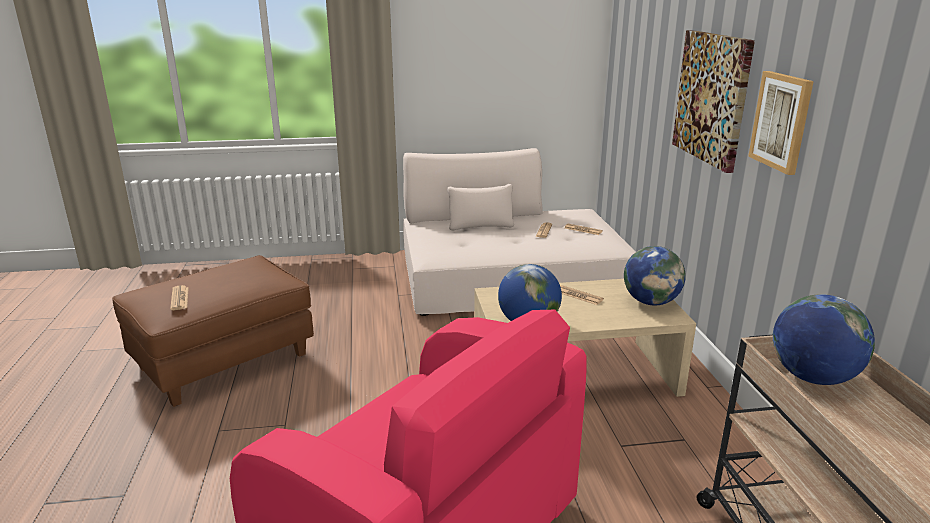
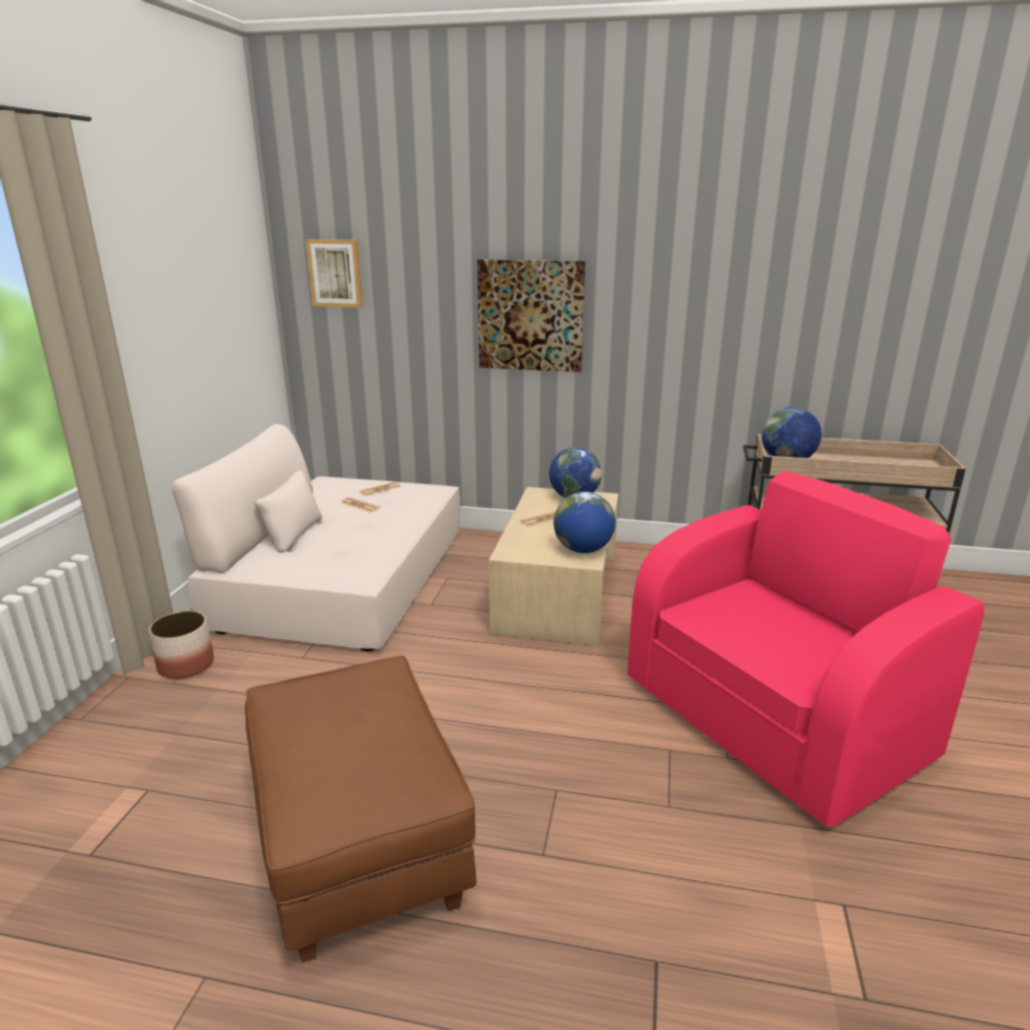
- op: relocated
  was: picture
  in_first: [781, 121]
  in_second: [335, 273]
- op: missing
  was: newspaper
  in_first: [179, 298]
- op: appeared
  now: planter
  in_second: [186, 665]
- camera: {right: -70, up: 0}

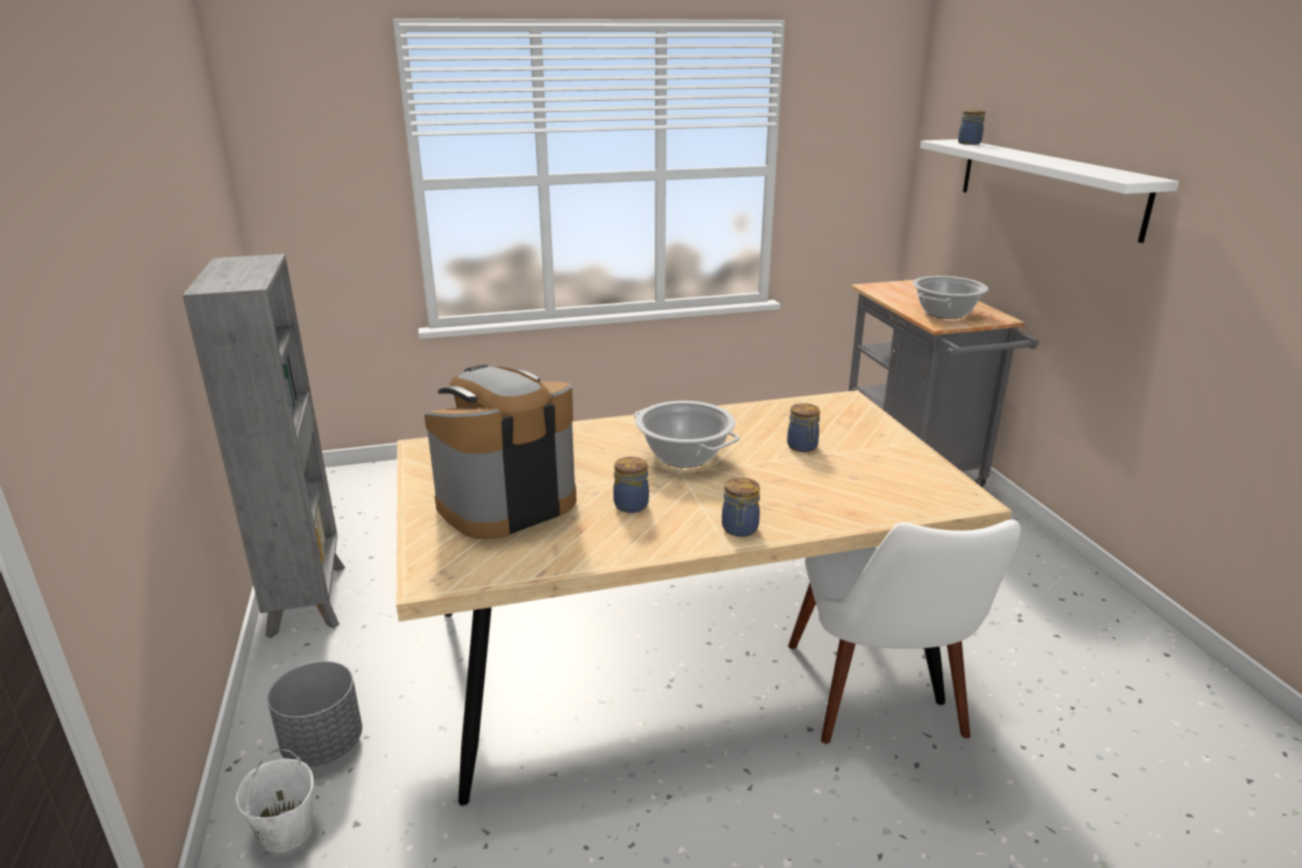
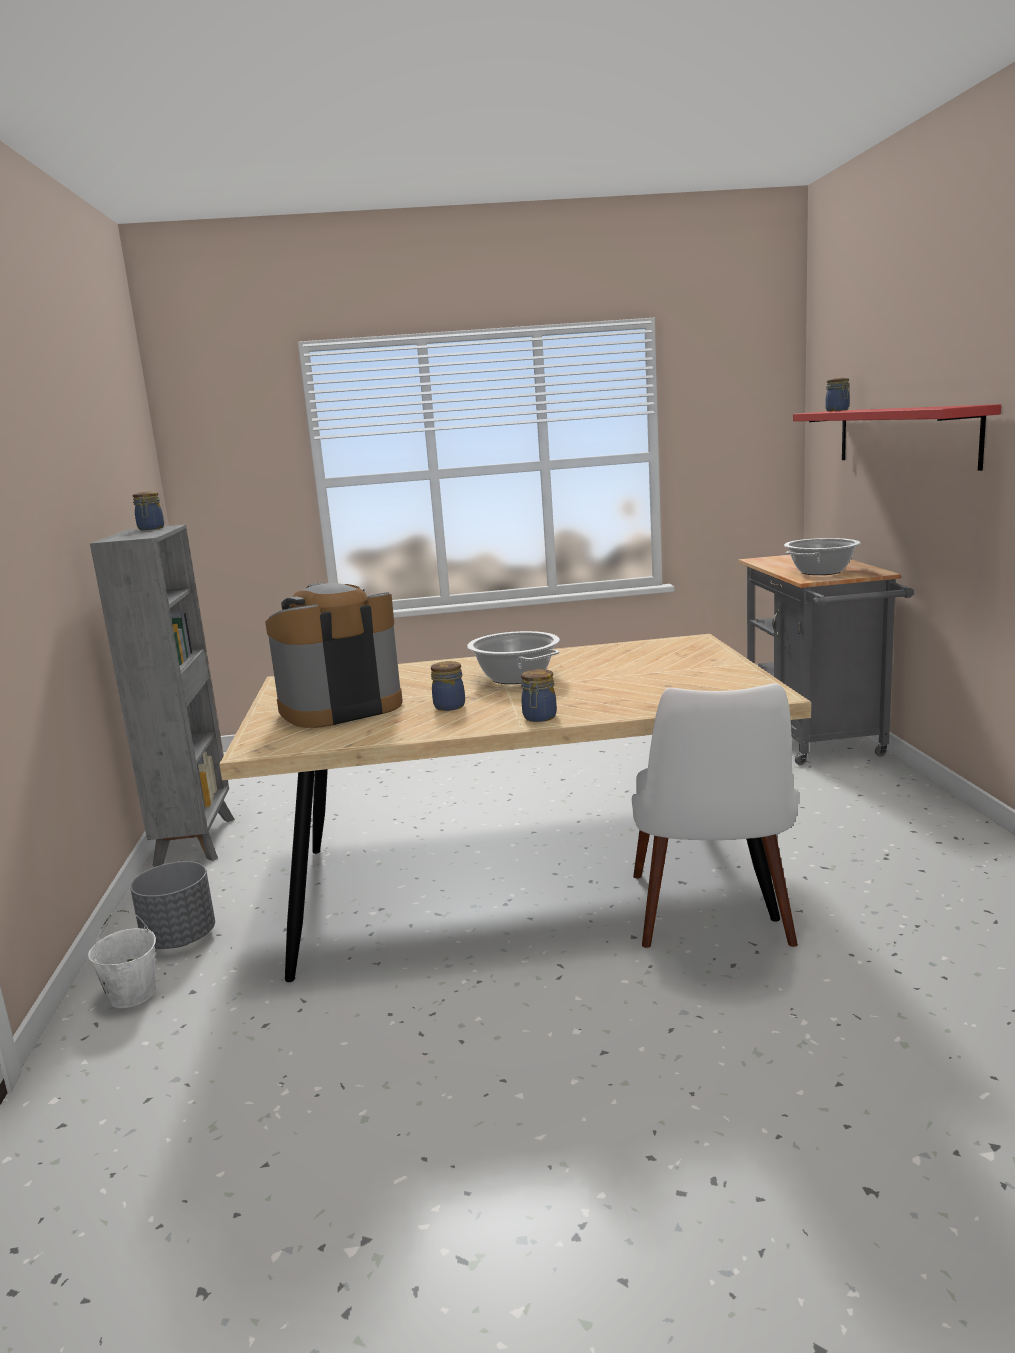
- op: colour
  was: shelf (white)
  now: shelf (red)
  in_first: [1047, 185]
  in_second: [904, 436]
- op: relocated
  was: jar
  in_first: [802, 447]
  in_second: [151, 529]
- camera: {right: 10, up: -10}

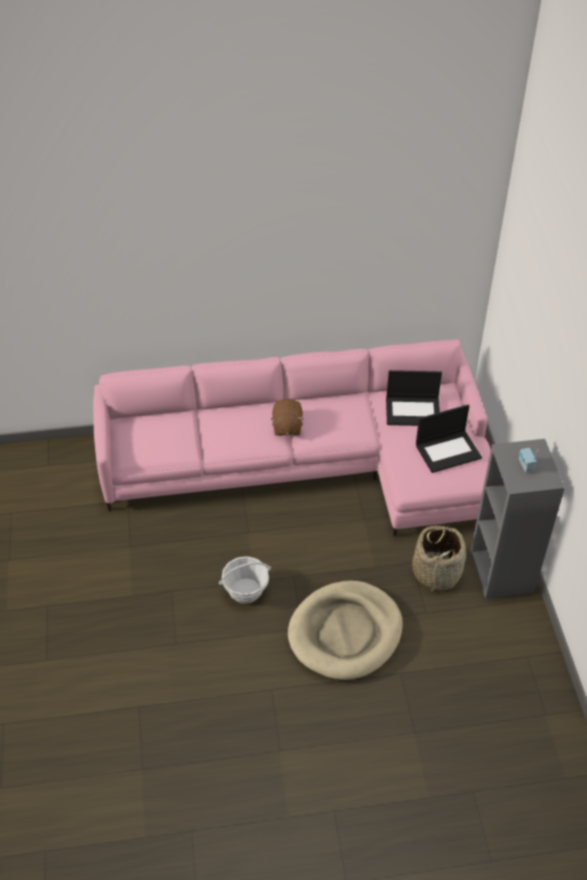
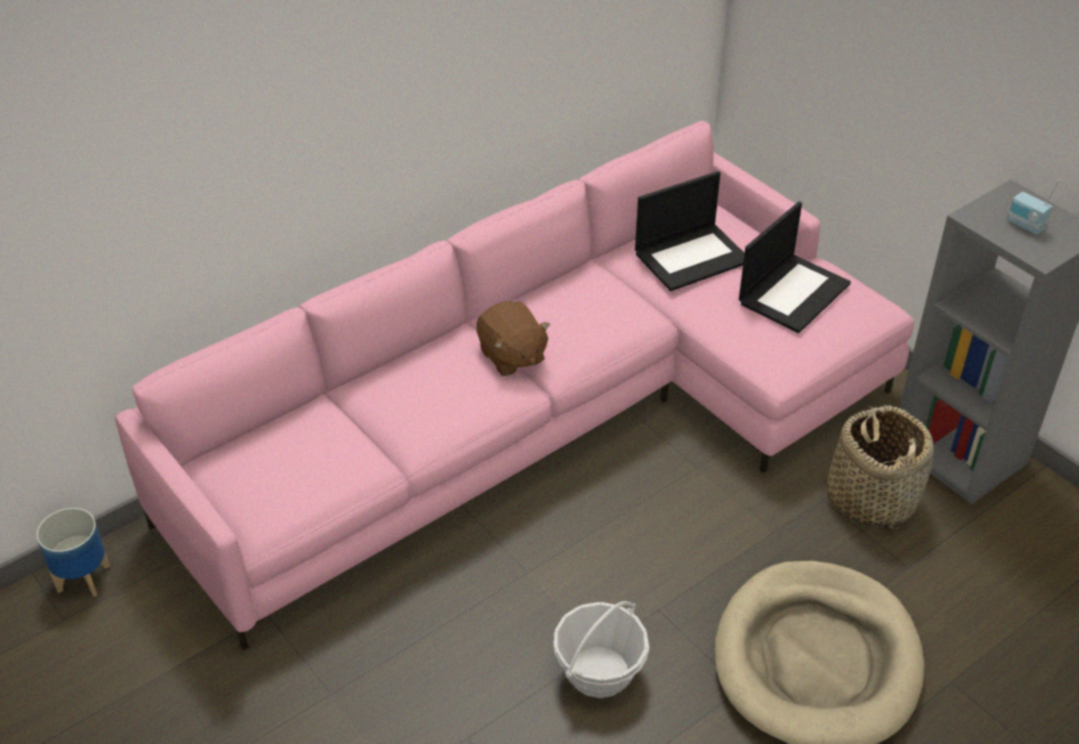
- op: appeared
  now: planter
  in_second: [84, 577]
- camera: {right: -30, up: -5}

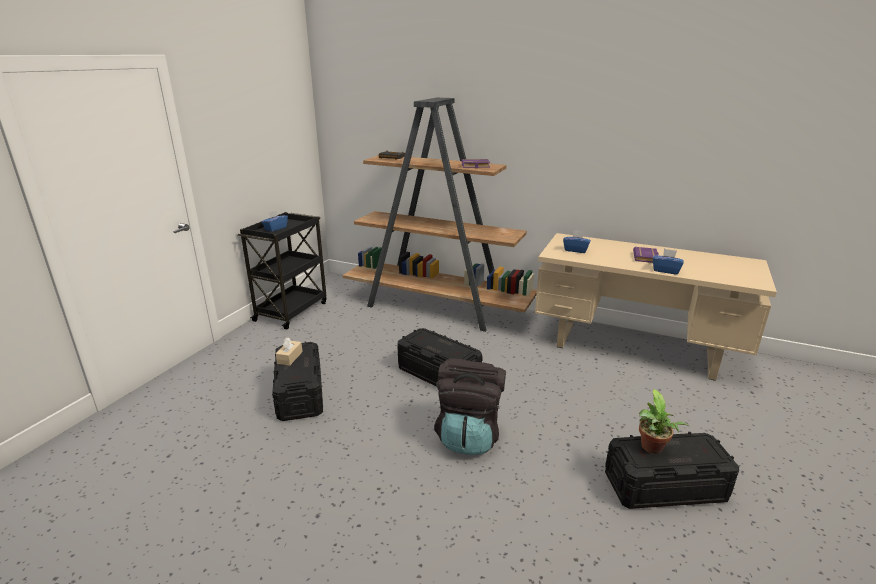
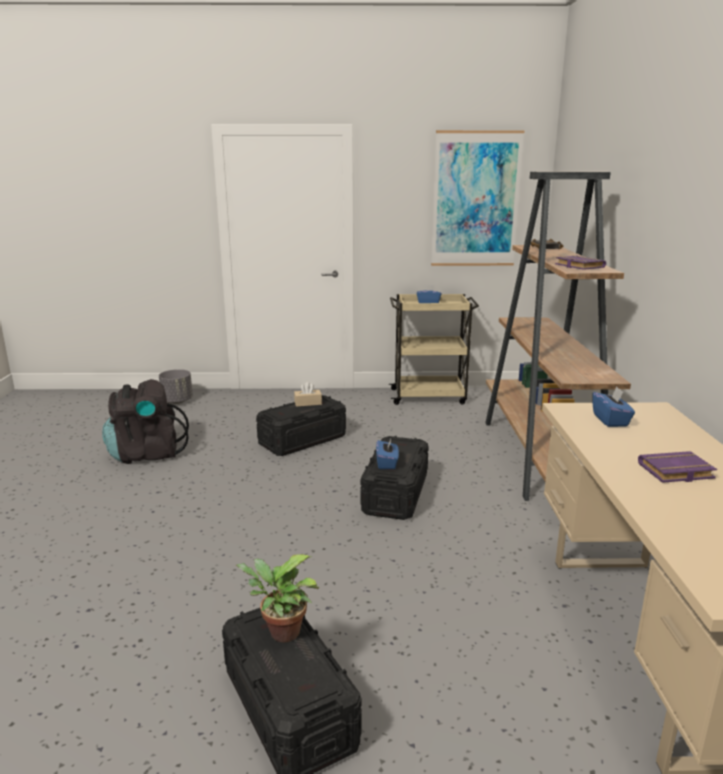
- op: colour
  was: cart (black)
  now: cart (beige)
  in_first: [292, 311]
  in_second: [429, 396]
- op: relocated
  was: tissue box (blue)
  in_first: [666, 270]
  in_second: [387, 463]
- op: relocated
  was: backpack (black)
  in_first: [469, 435]
  in_second: [147, 454]
- op: appeared
  now: picture
  in_second: [475, 200]
- op: appeared
  now: planter (grey)
  in_second: [177, 401]
- camera: {right: 65, up: -5}

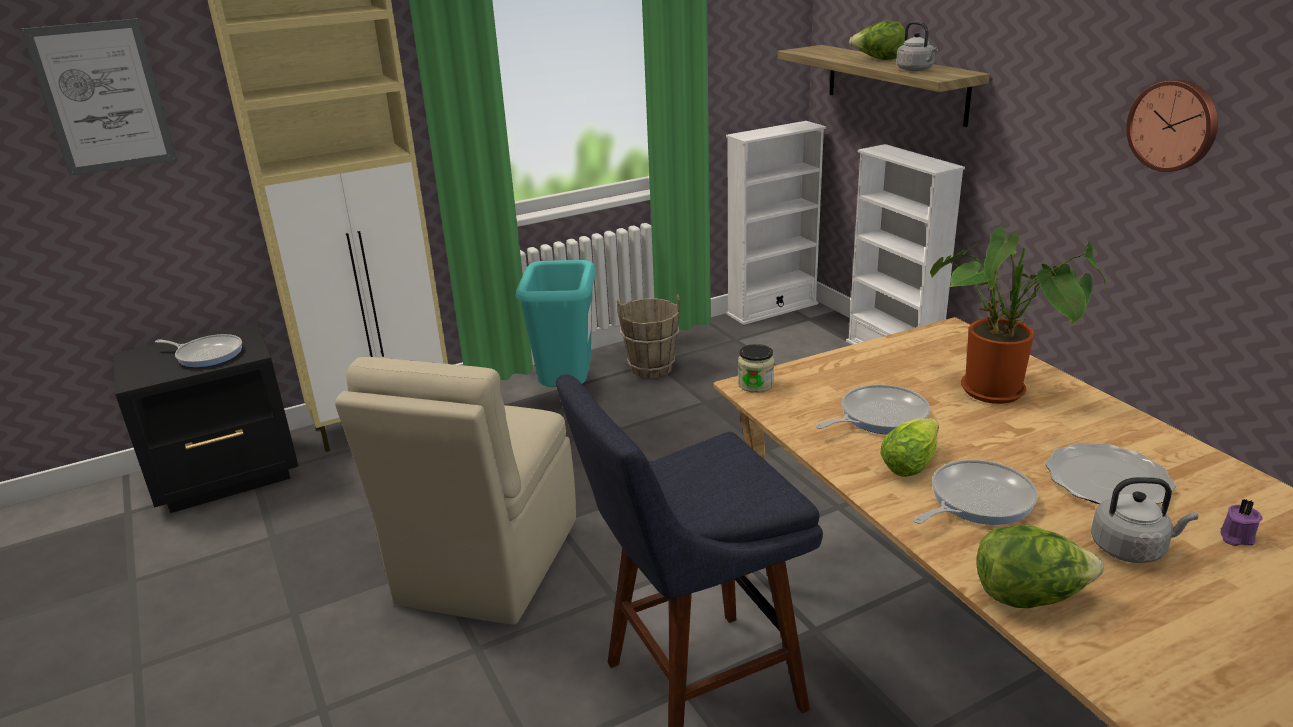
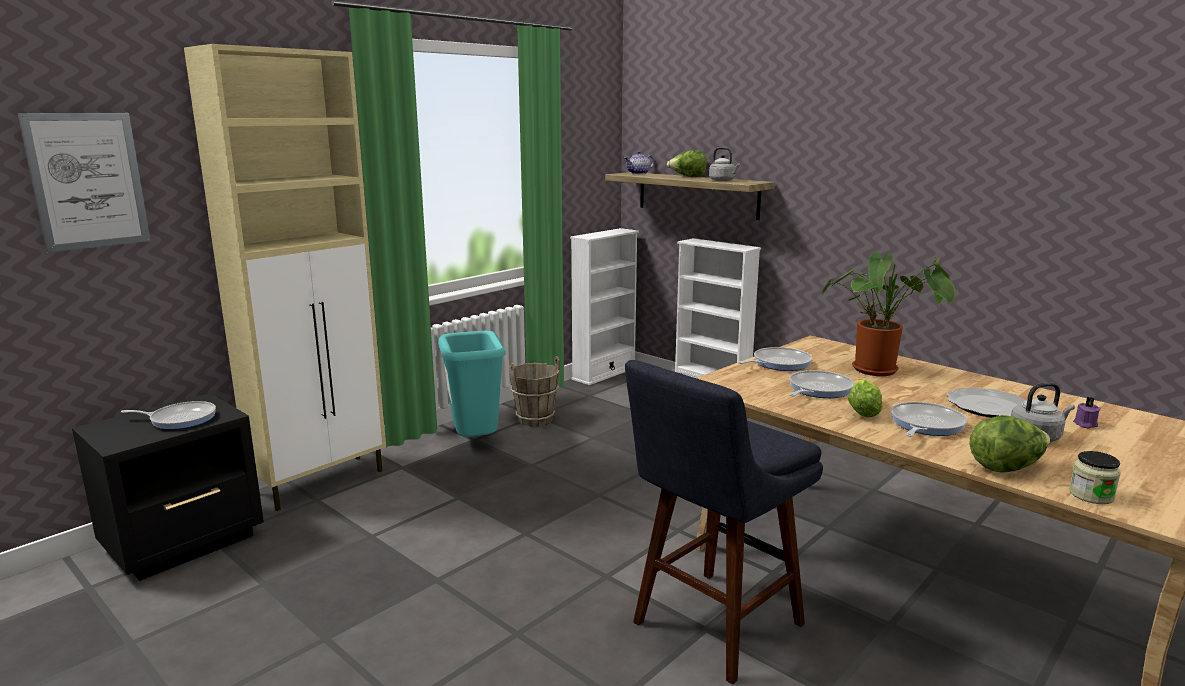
- op: missing
  was: wall clock
  in_first: [1174, 125]
- op: relocated
  was: jar
  in_first: [755, 384]
  in_second: [1091, 495]
- op: missing
  was: chair (beige)
  in_first: [486, 564]
- op: appeared
  now: teapot
  in_second: [639, 173]
- op: appeared
  now: frying pan
  in_second: [778, 363]
- camera: {right: -20, up: -10}

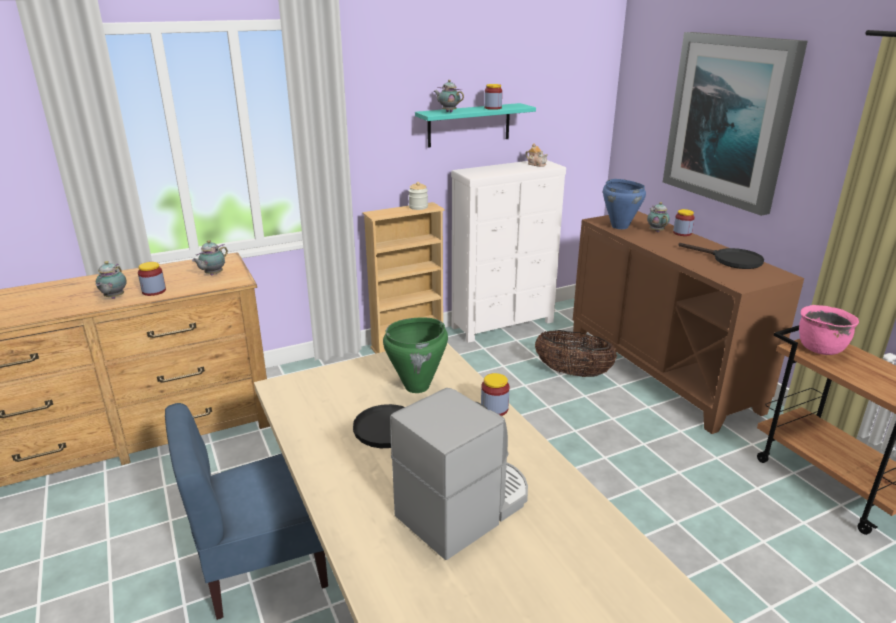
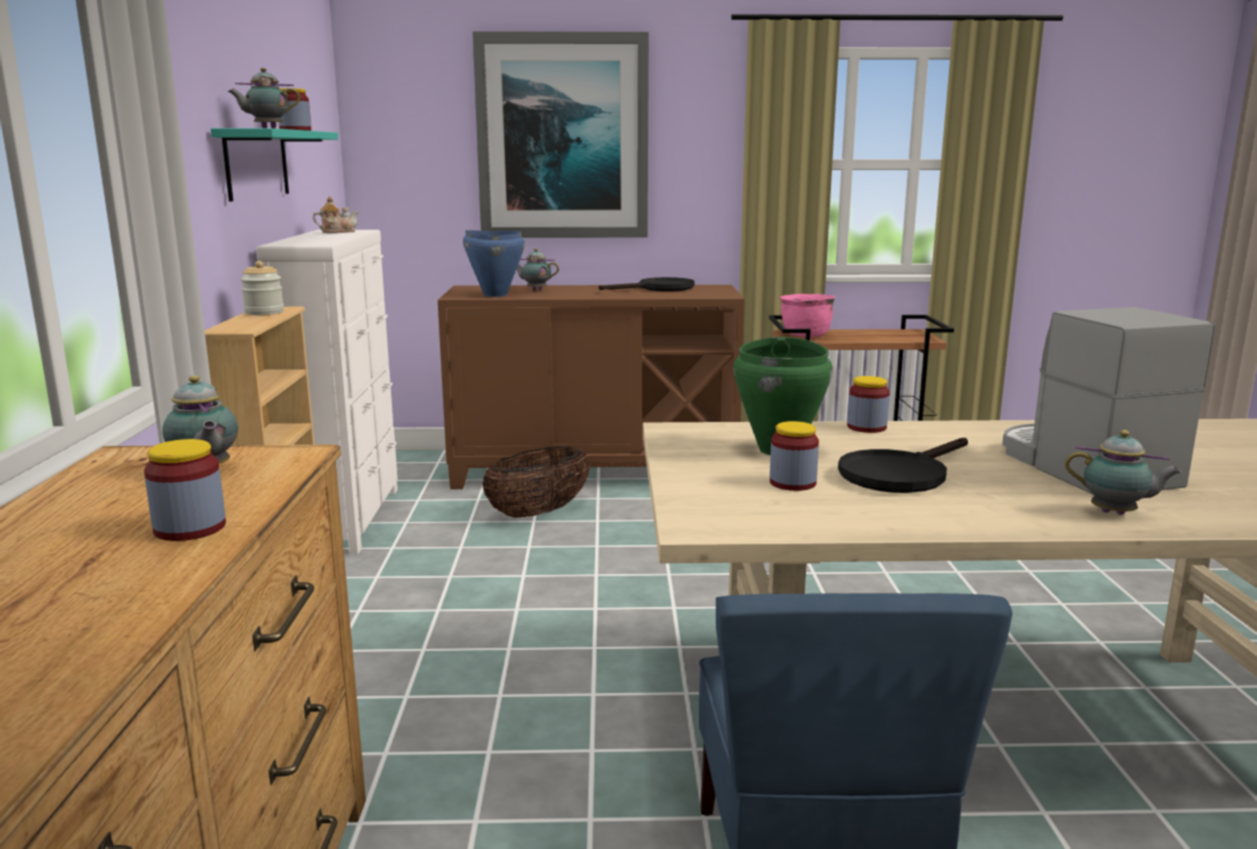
- op: relocated
  was: jar
  in_first: [682, 233]
  in_second: [792, 483]
- op: relocated
  was: teapot
  in_first: [113, 298]
  in_second: [1116, 514]
- camera: {right: -65, up: -10}

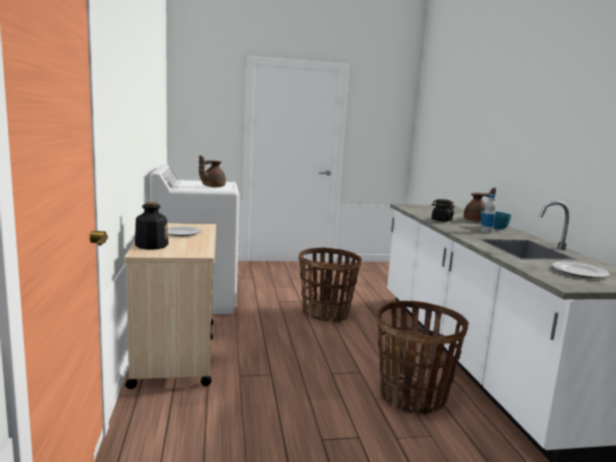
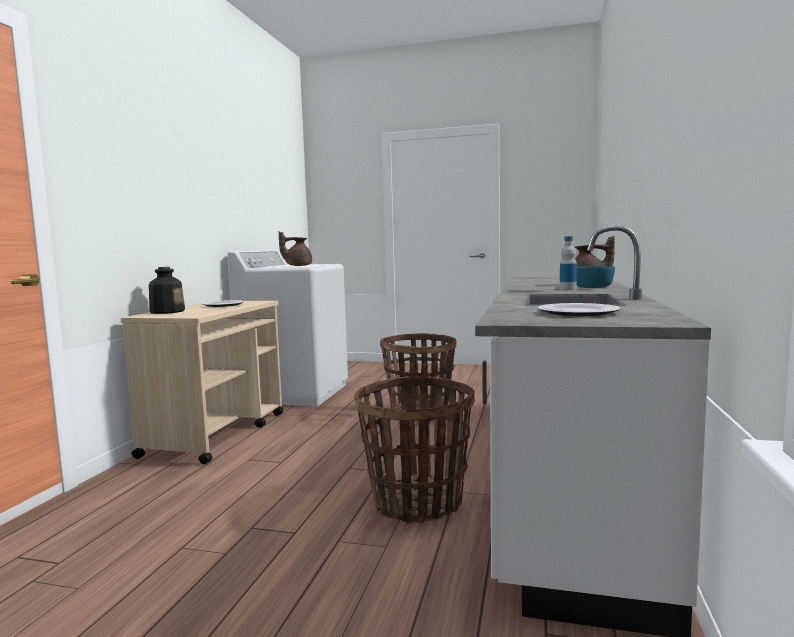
- op: missing
  was: jar (black)
  in_first: [441, 220]
- camera: {right: 25, up: -5}

